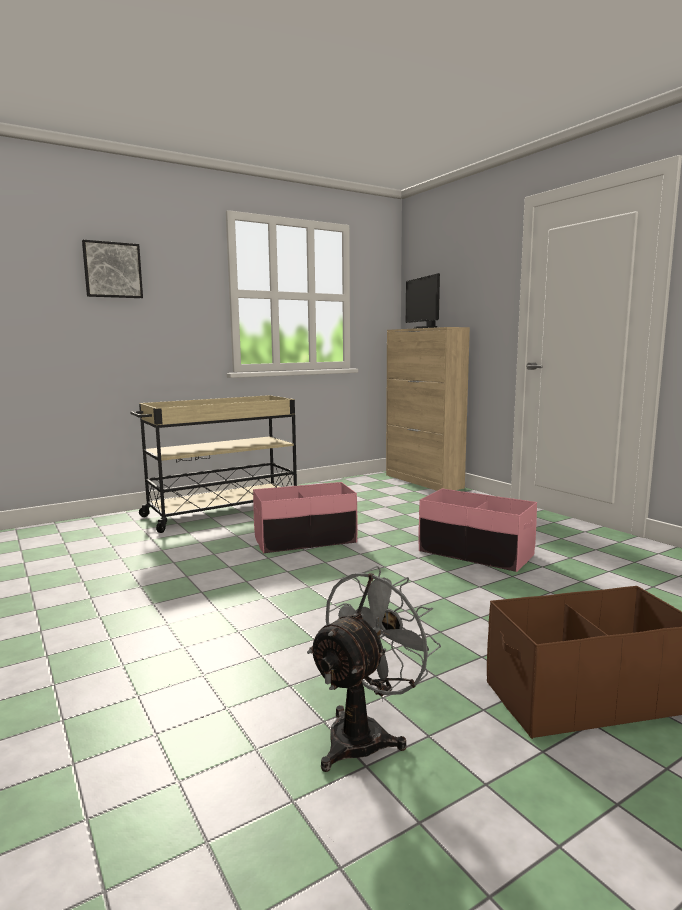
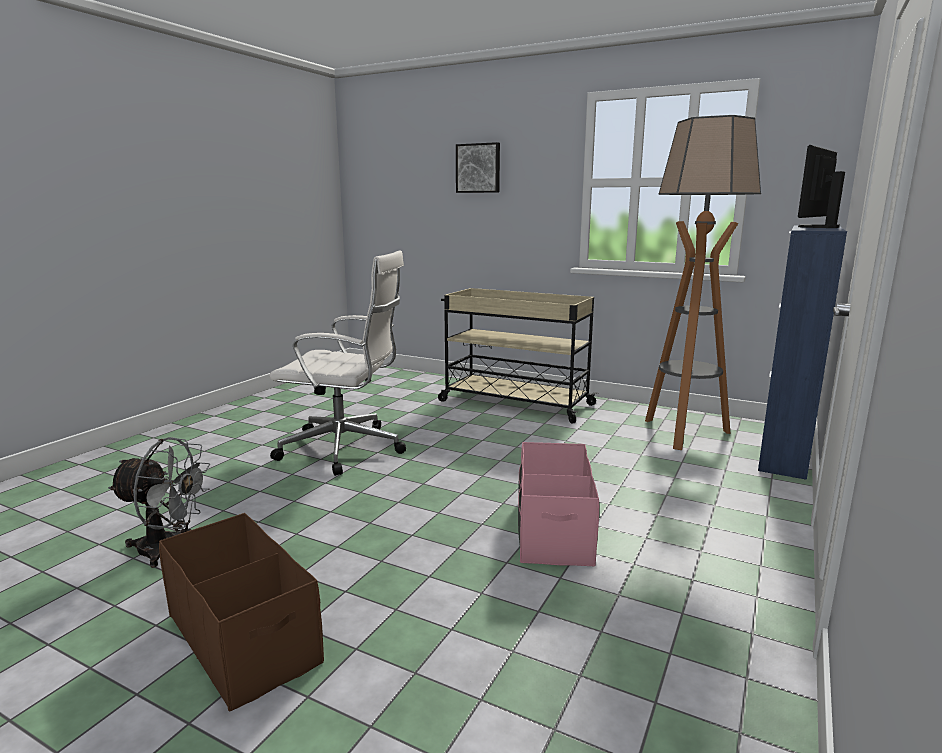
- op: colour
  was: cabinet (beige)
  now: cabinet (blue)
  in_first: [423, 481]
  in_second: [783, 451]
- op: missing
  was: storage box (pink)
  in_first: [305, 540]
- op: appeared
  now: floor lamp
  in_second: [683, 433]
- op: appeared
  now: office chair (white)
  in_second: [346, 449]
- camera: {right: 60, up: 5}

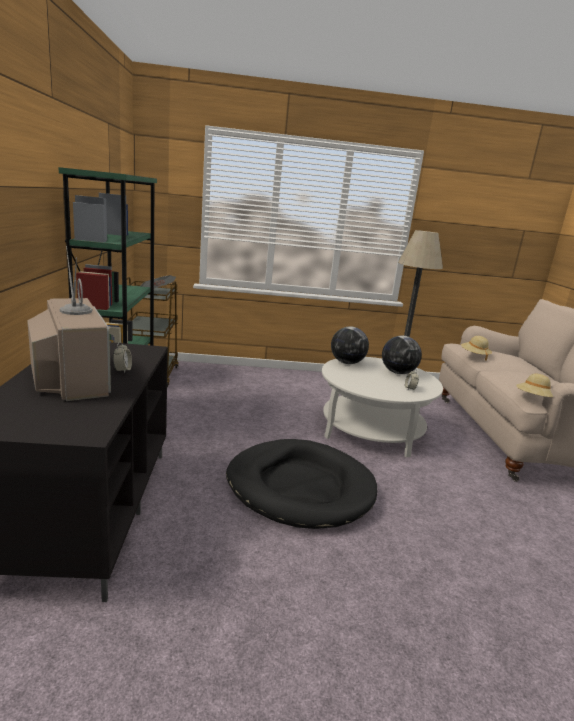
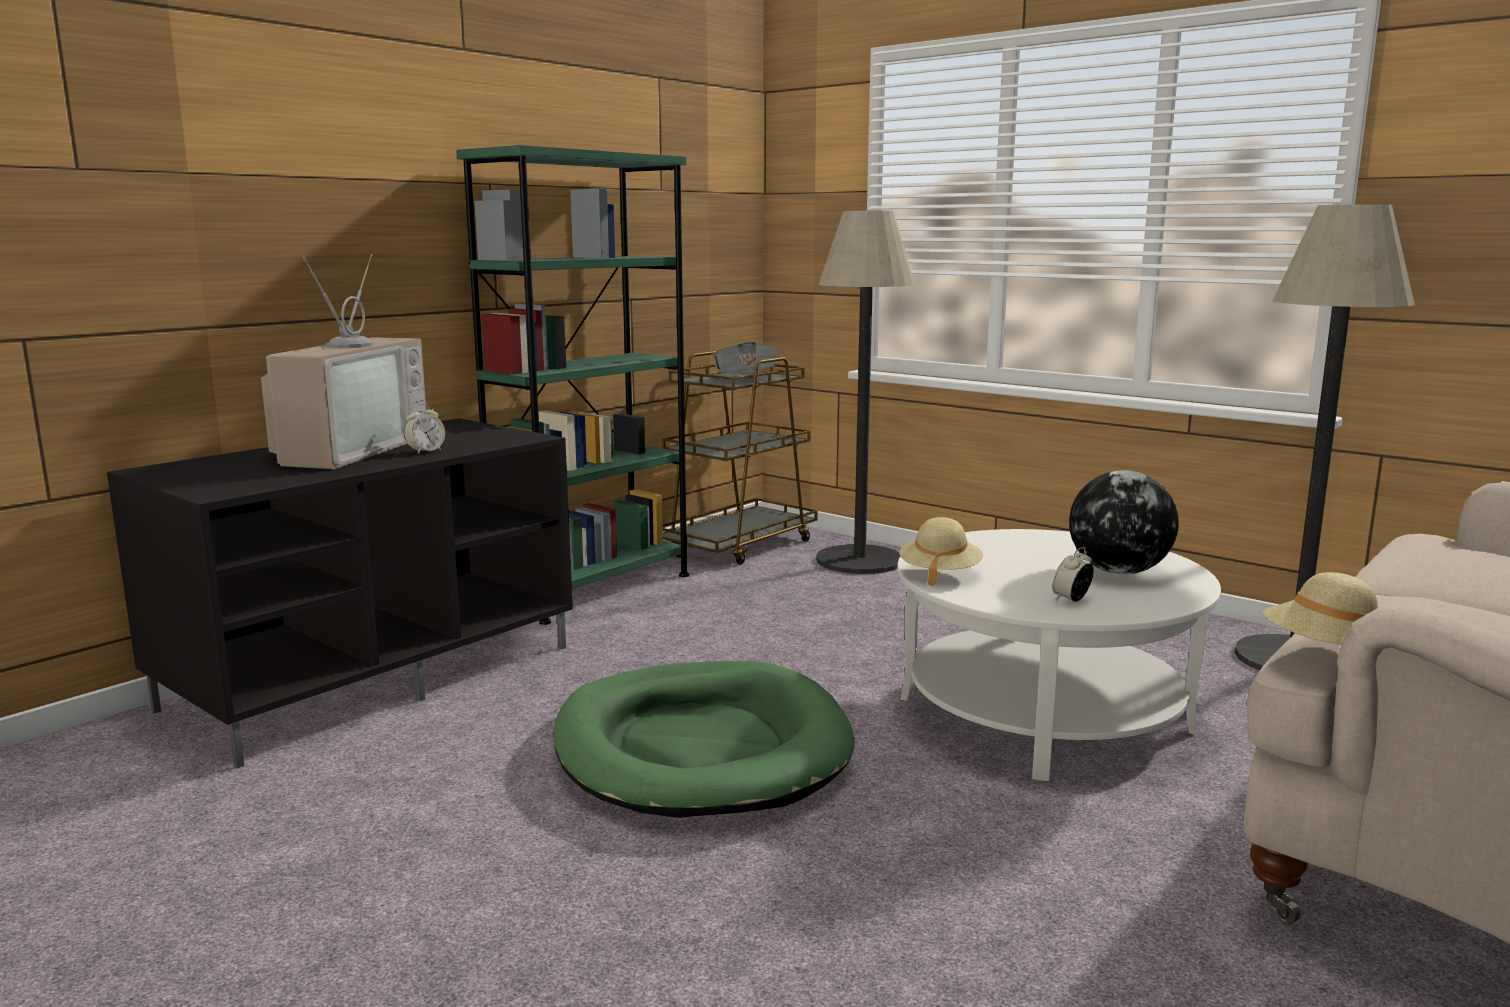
- op: missing
  was: globe
  in_first: [346, 363]
- op: relocated
  was: hat (beige)
  in_first: [474, 355]
  in_second: [939, 574]
- op: colour
  was: dog bed (black)
  now: dog bed (green)
  in_first: [300, 487]
  in_second: [701, 748]
- op: appeared
  now: floor lamp
  in_second: [859, 560]
- camera: {right: 45, up: -5}

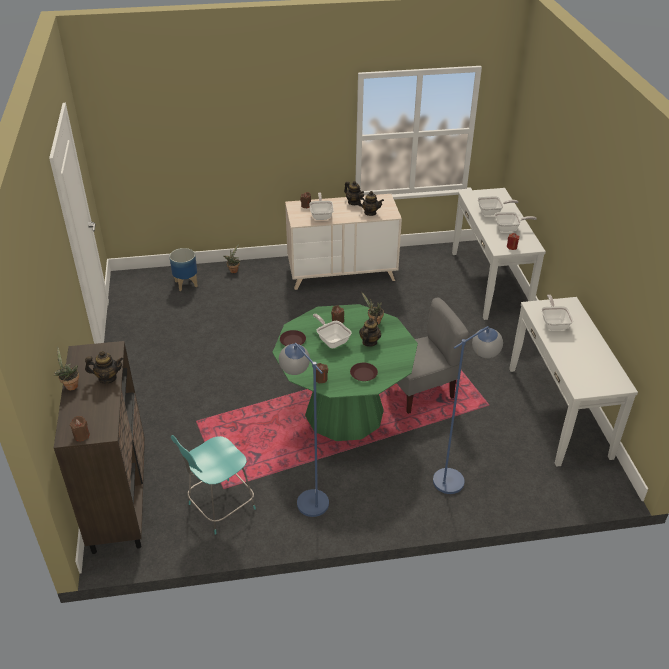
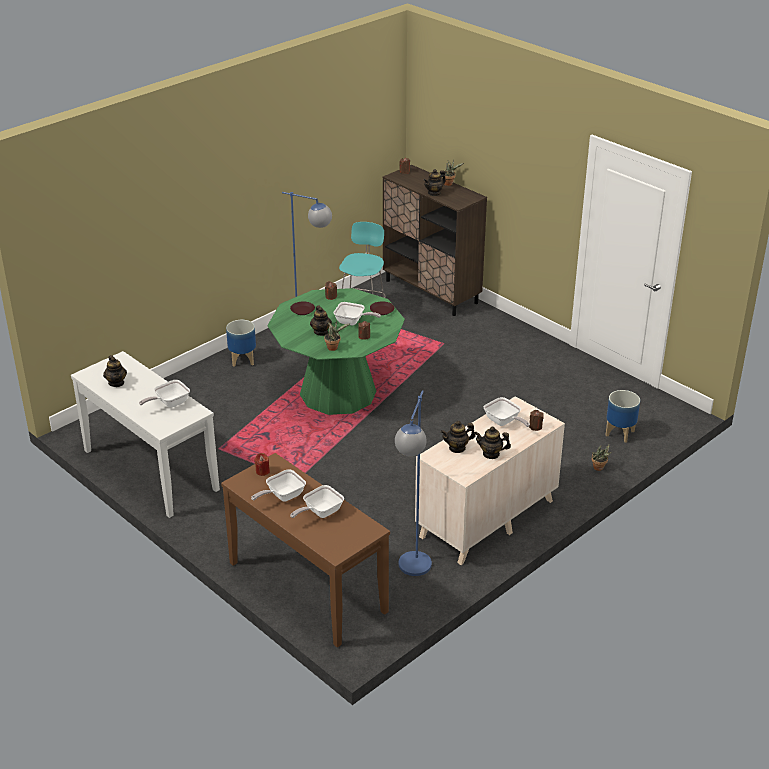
- op: colour
  was: console table (white)
  now: console table (brown)
  in_first: [490, 282]
  in_second: [306, 587]
- op: spun
  was: frying pan
  in_first: [554, 323]
  in_second: [169, 403]
  clockwise: 90
- op: missing
  was: chair (grey)
  in_first: [420, 390]
- op: relocated
  was: floor lamp (blue)
  in_first: [456, 475]
  in_second: [412, 572]
- op: appeared
  now: planter
  in_second: [243, 360]
- op: appeared
  now: teapot
  in_second: [116, 383]
- camera: {right: 145, up: -5}

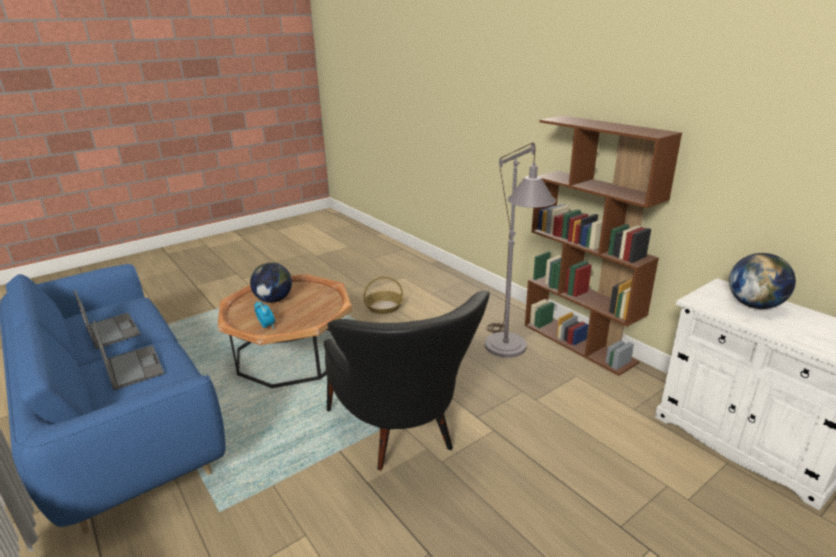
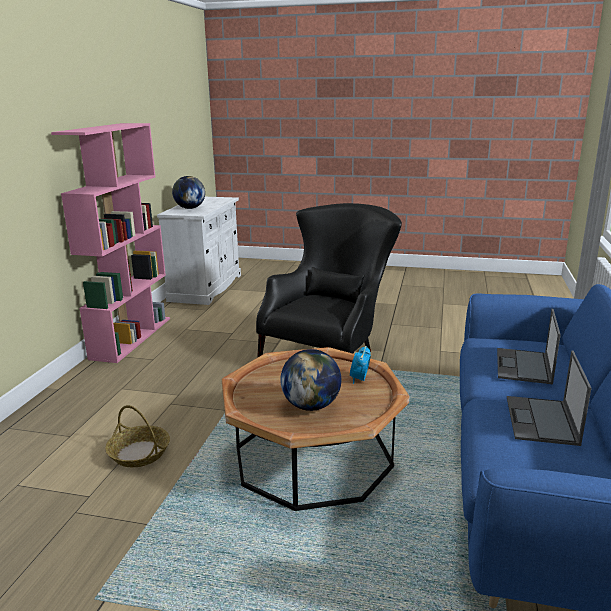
- op: colour
  was: bookcase (brown)
  now: bookcase (pink)
  in_first: [579, 343]
  in_second: [131, 337]
- op: missing
  was: floor lamp (grey)
  in_first: [508, 352]
- camera: {right: -130, up: -5}

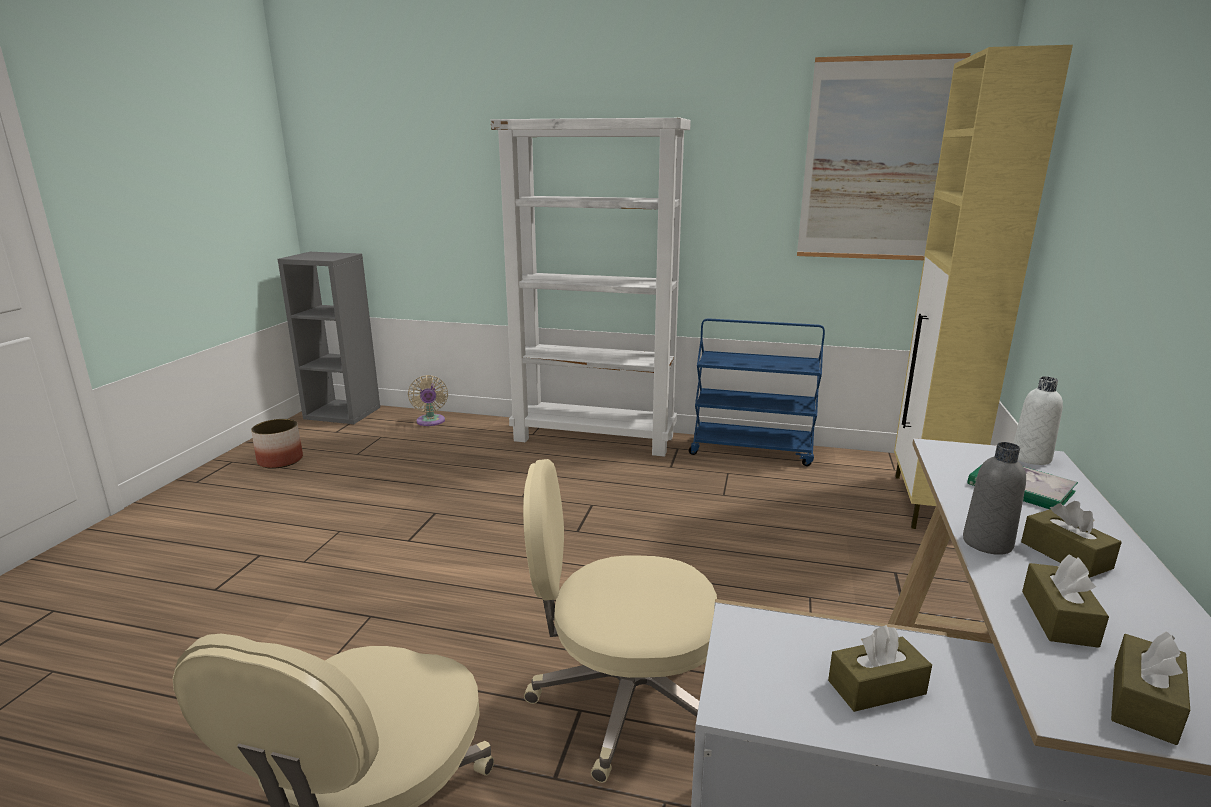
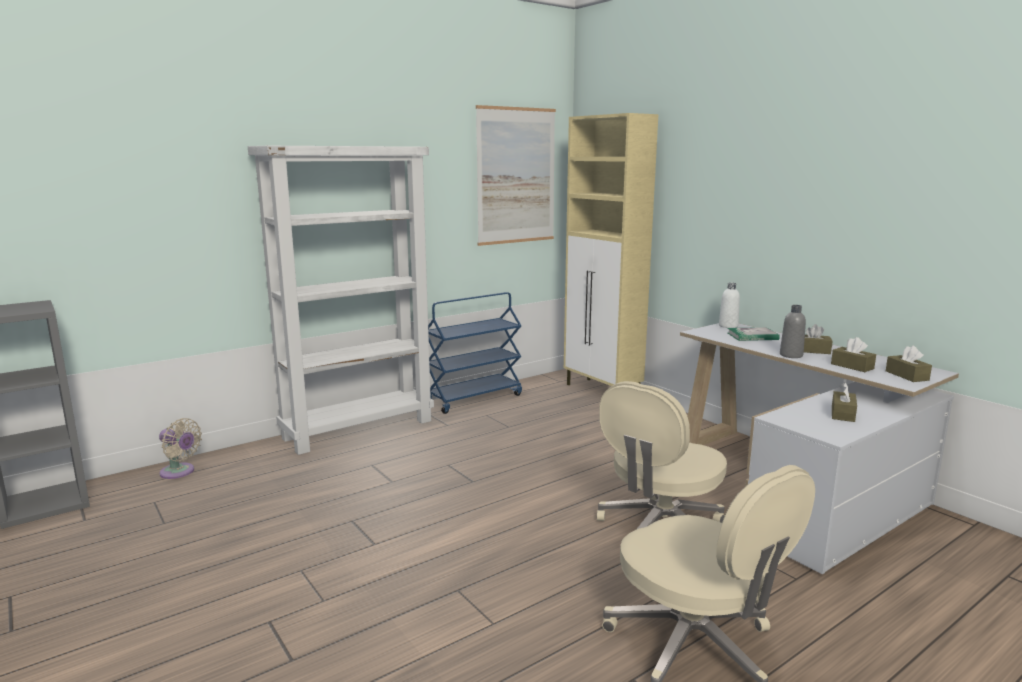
- op: missing
  was: planter
  in_first: [280, 460]
- camera: {right: -50, up: -5}

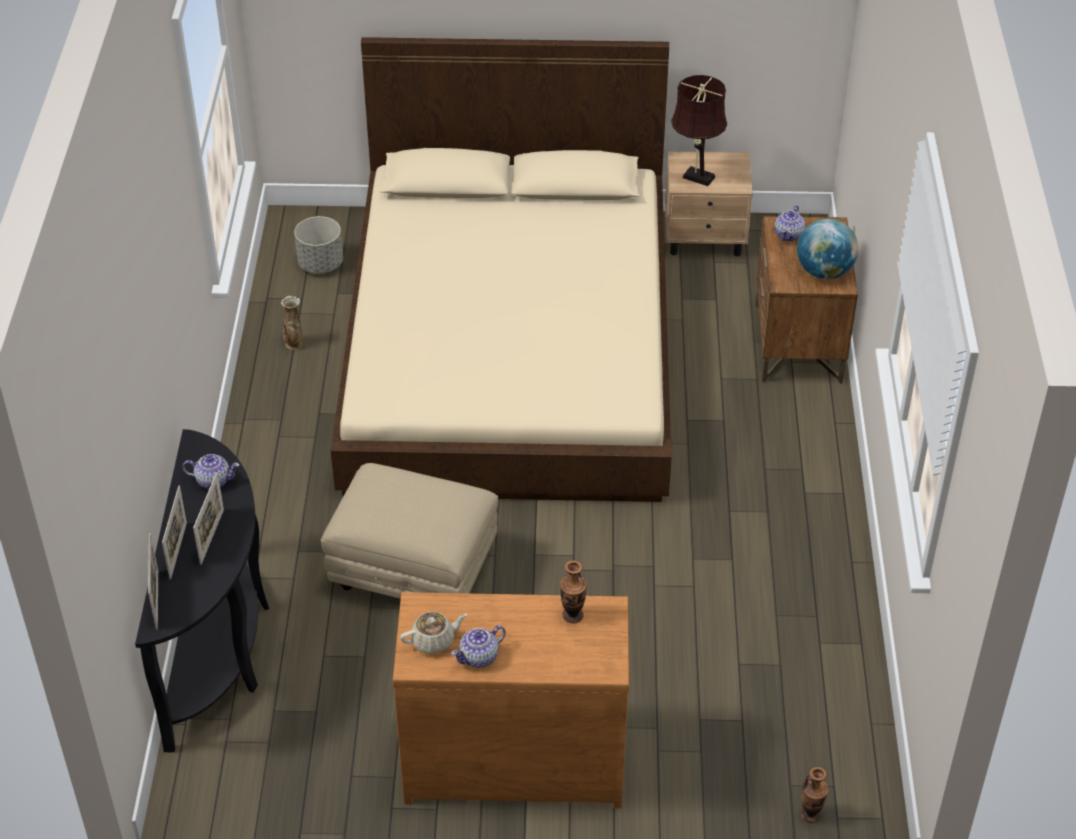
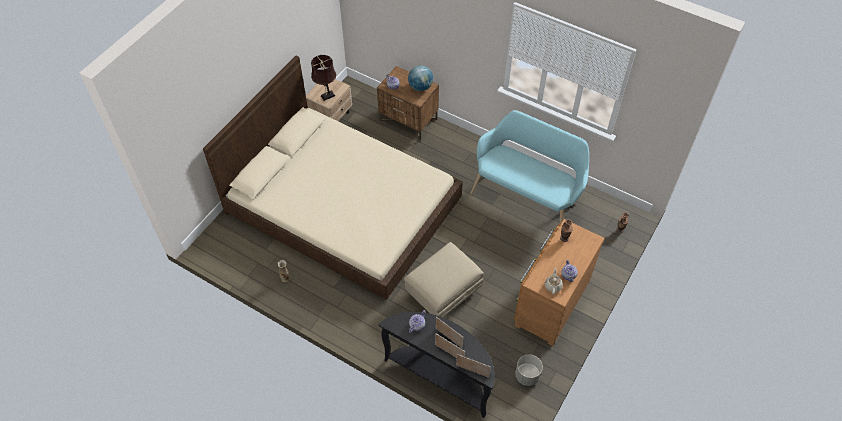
- op: relocated
  was: planter (grey)
  in_first: [321, 264]
  in_second: [527, 375]
- op: appeared
  now: bench (turquoise)
  in_second: [526, 196]
- camera: {right: -60, up: 10}

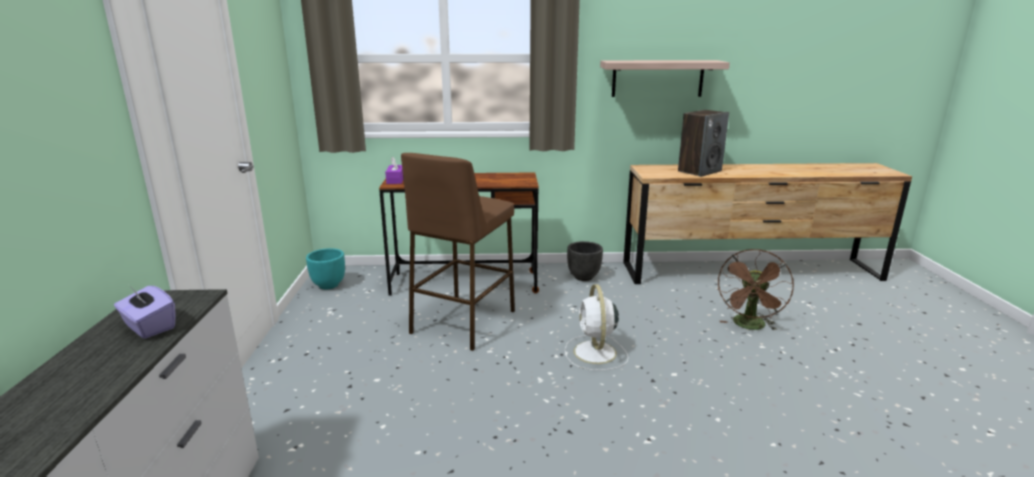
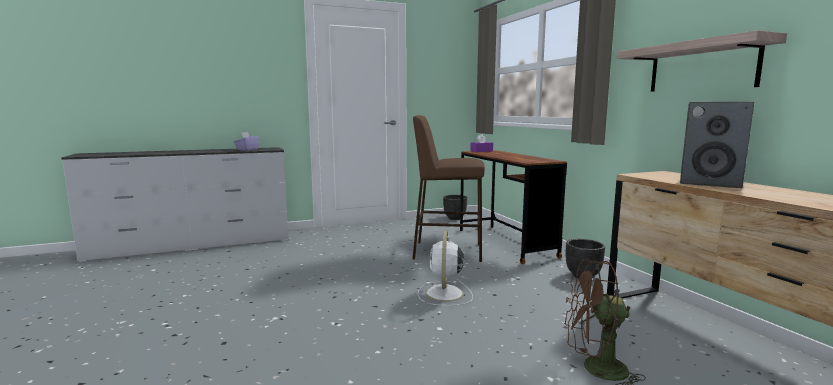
- op: colour
  was: planter (turquoise)
  now: planter (black)
  in_first: [329, 285]
  in_second: [455, 218]
- op: spun
  was: fan (white)
  in_first: [595, 353]
  in_second: [444, 294]
  clockwise: -60
- camera: {right: 70, up: -10}

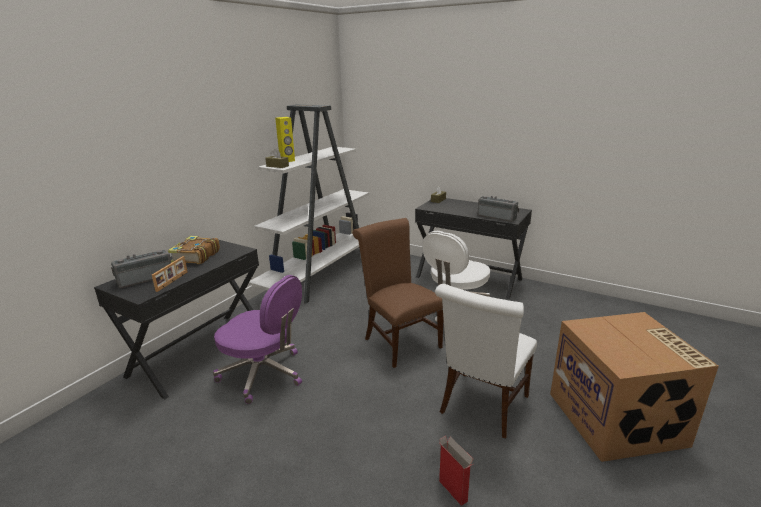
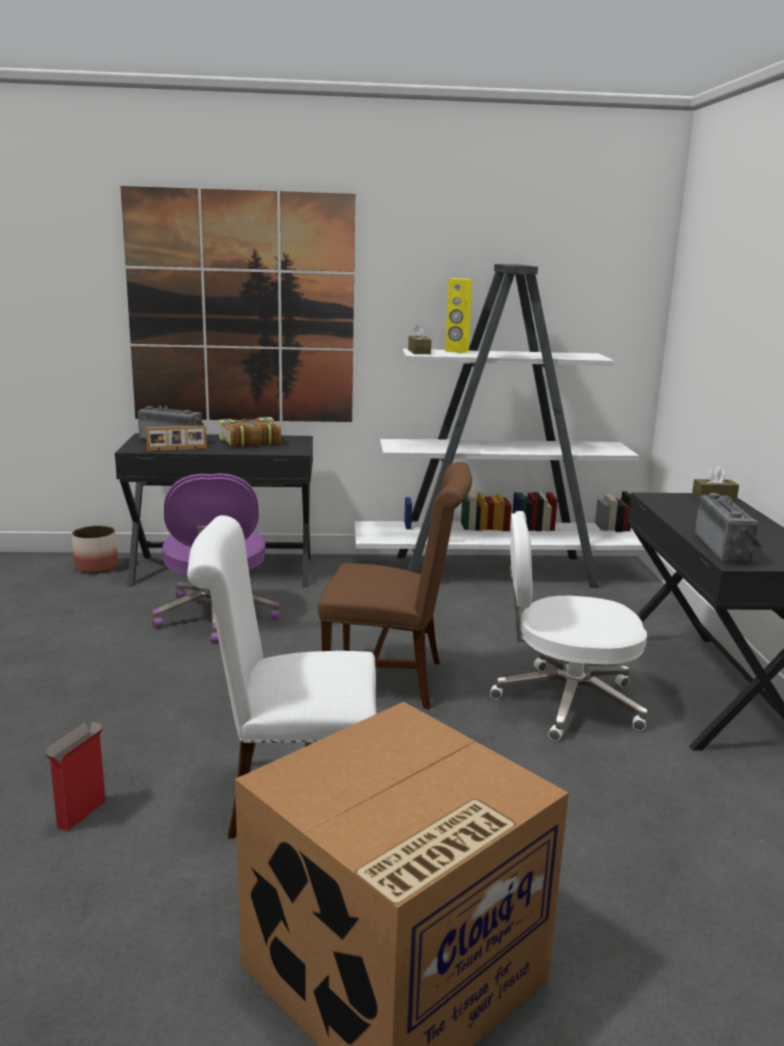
- op: spun
  was: chair (brown)
  in_first: [399, 341]
  in_second: [393, 680]
  clockwise: 75
- op: appeared
  now: picture
  in_second: [242, 309]
- op: appeared
  now: planter
  in_second: [96, 567]
- camera: {right: 55, up: -5}

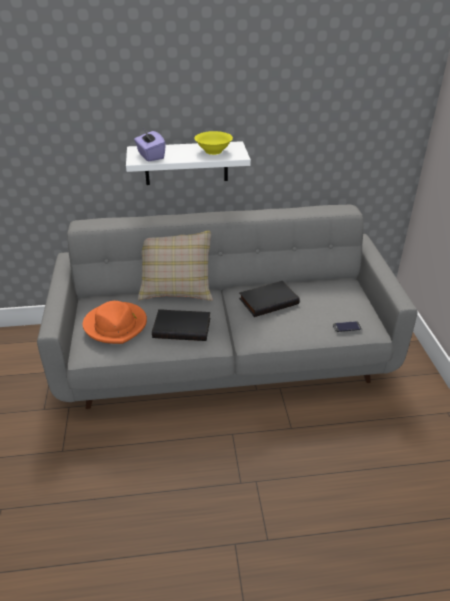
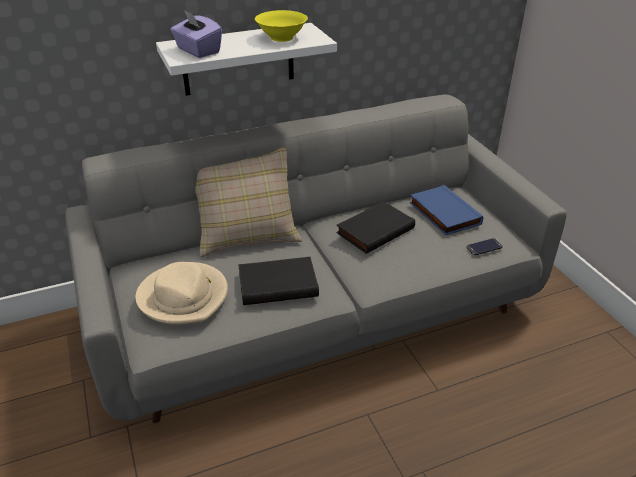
- op: colour
  was: hat (orange)
  now: hat (beige)
  in_first: [116, 325]
  in_second: [184, 296]
- op: appeared
  now: book (blue)
  in_second: [443, 213]
- camera: {right: -15, up: 0}

